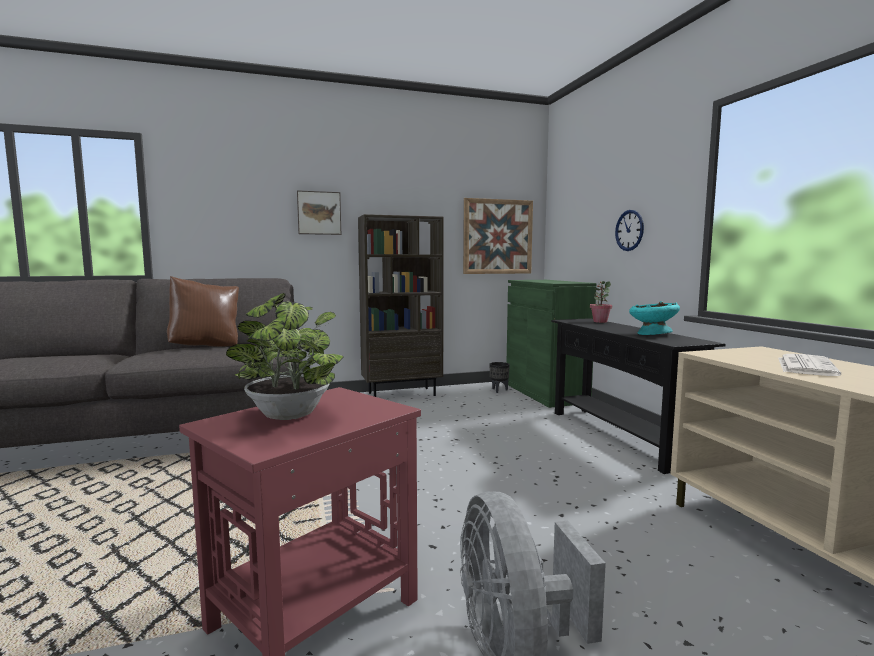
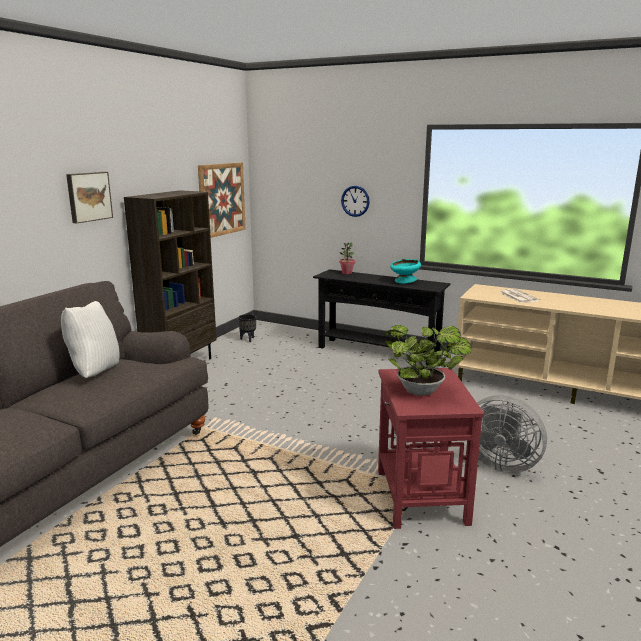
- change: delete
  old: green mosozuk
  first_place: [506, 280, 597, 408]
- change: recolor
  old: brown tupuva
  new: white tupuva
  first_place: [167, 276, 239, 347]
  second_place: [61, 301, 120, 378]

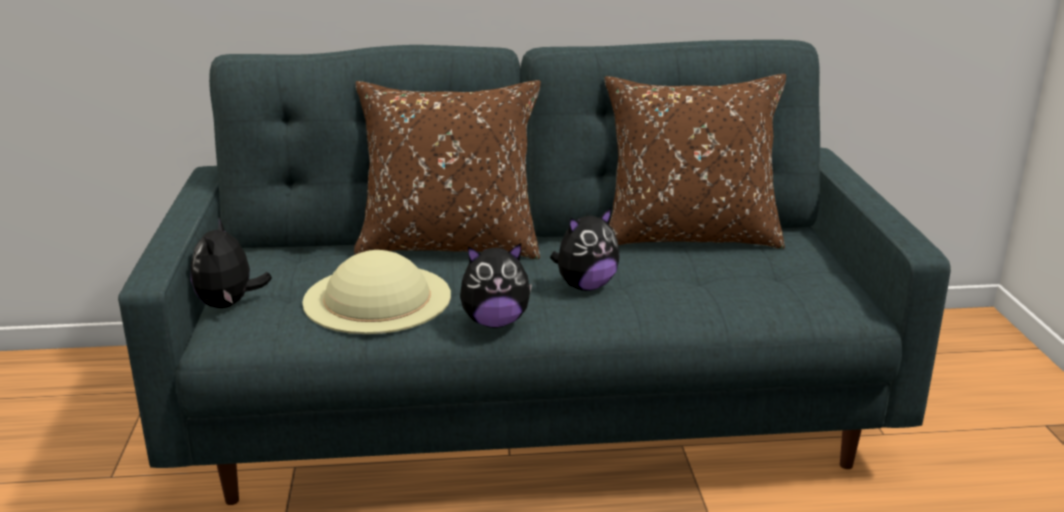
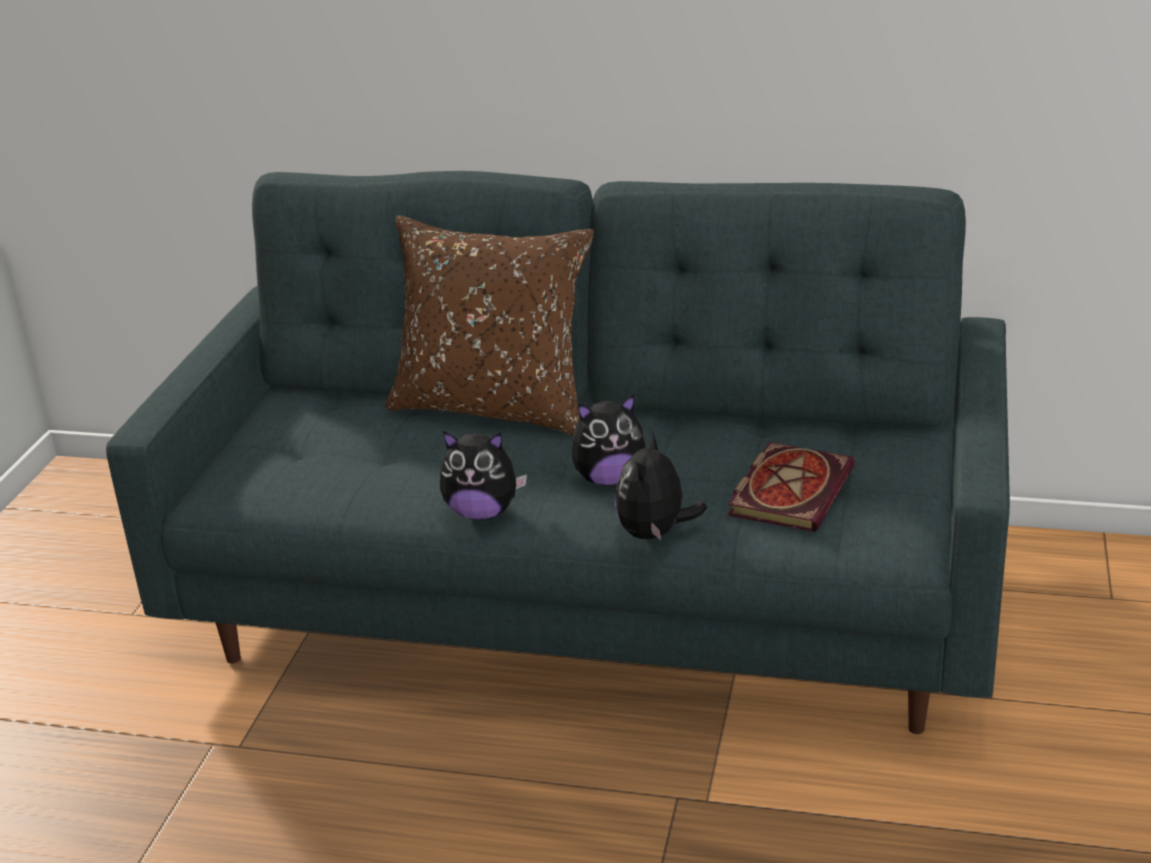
- change: delete
  old: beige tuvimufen
  first_place: [302, 250, 451, 334]
- change: delete
  old: brown tupuva
  first_place: [604, 74, 786, 249]
- change: insert
  new: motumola
  second_place: [728, 442, 855, 532]
- change: move
  old: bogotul
  first_place: [191, 216, 272, 308]
  second_place: [615, 432, 707, 540]

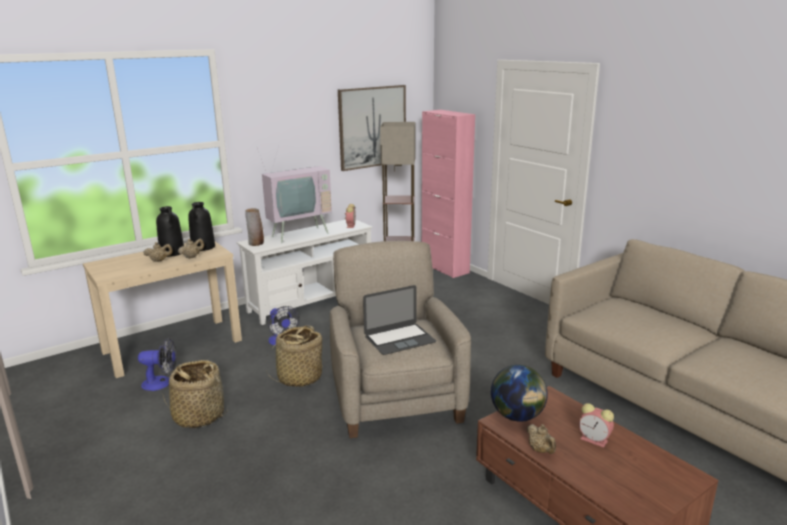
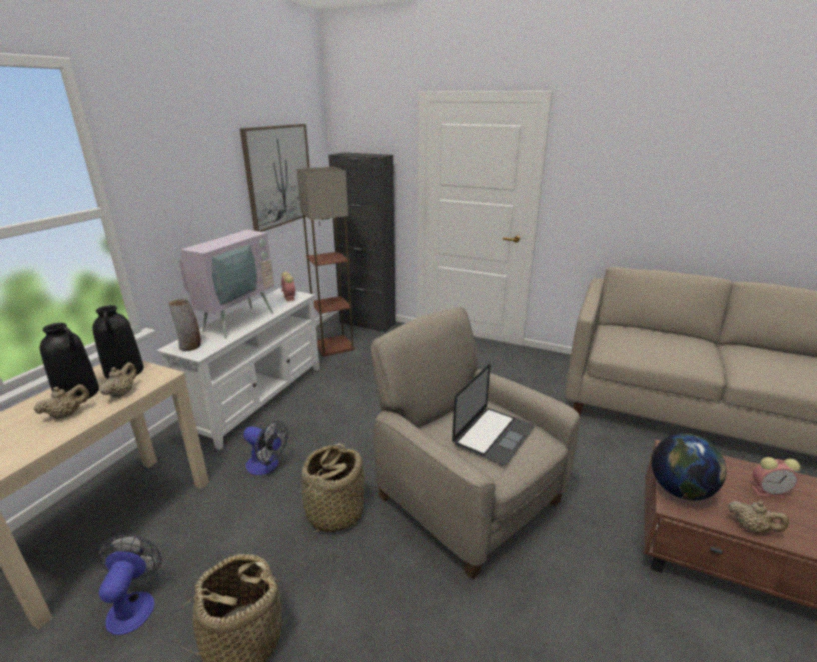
- change: recolor
  old: pink mosozuk
  new: black mosozuk
  first_place: [422, 110, 475, 278]
  second_place: [328, 152, 395, 332]
- change: rotate
  old: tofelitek
  first_place: [138, 338, 176, 391]
  second_place: [99, 535, 161, 635]
  degrees: -60

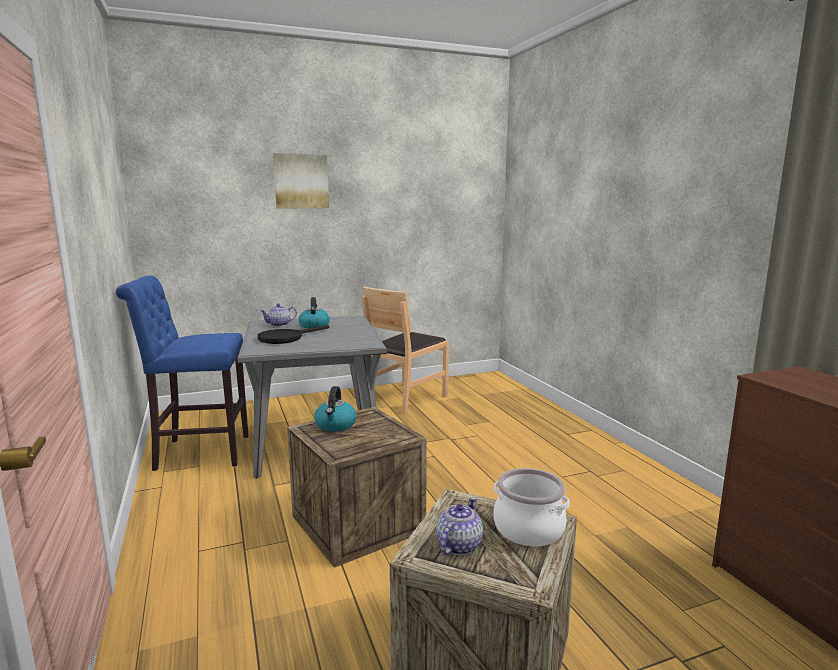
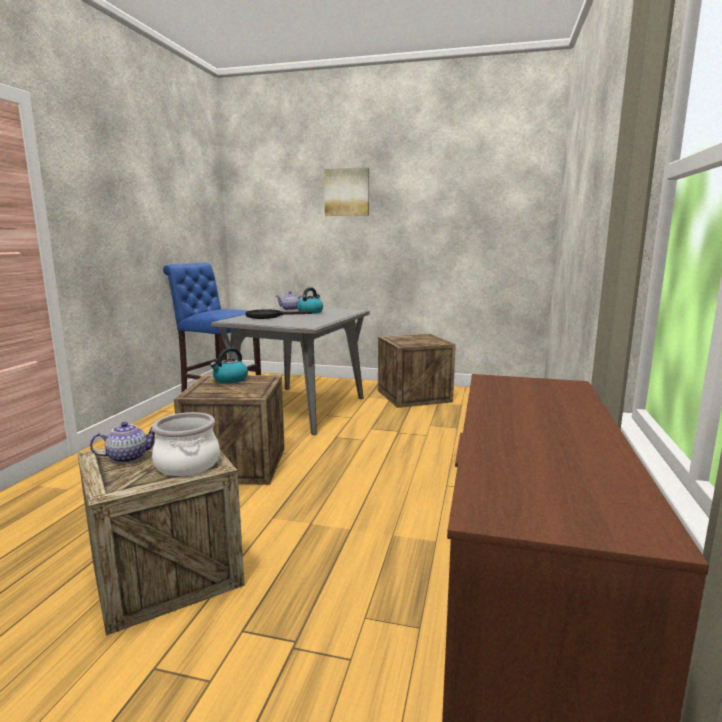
- change: replace
  old: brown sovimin
  new: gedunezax
  first_place: [362, 287, 449, 414]
  second_place: [378, 334, 456, 408]

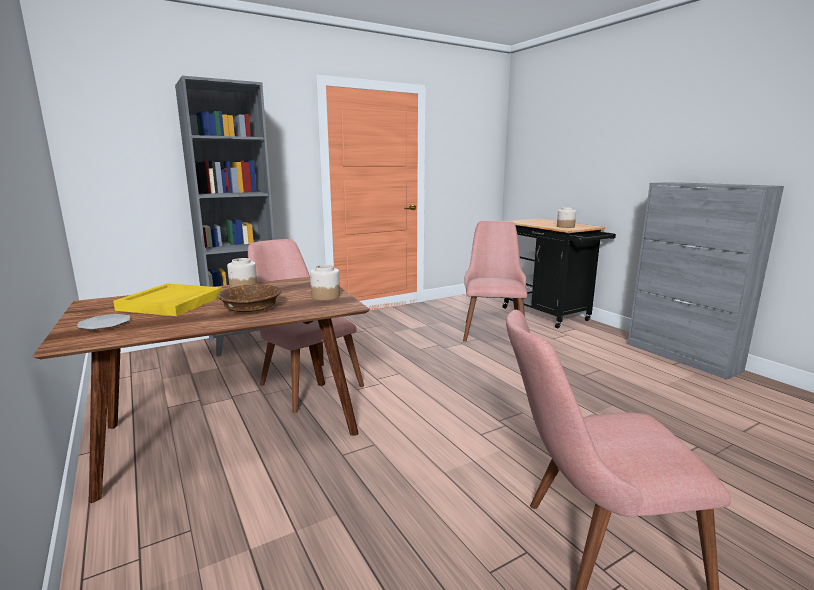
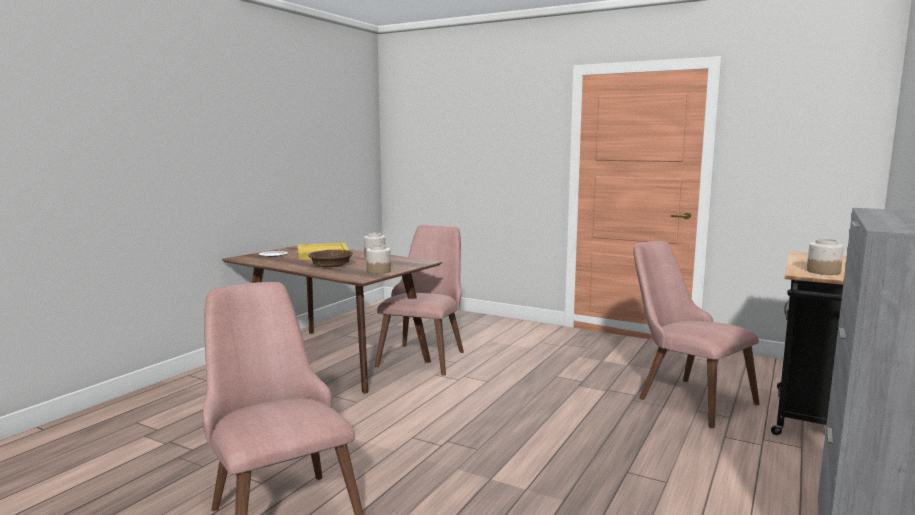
- change: delete
  old: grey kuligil
  first_place: [175, 76, 274, 357]
- change: rotate
  old: pink sovimin
  first_place: [463, 221, 527, 342]
  second_place: [633, 241, 760, 428]
  degrees: -105

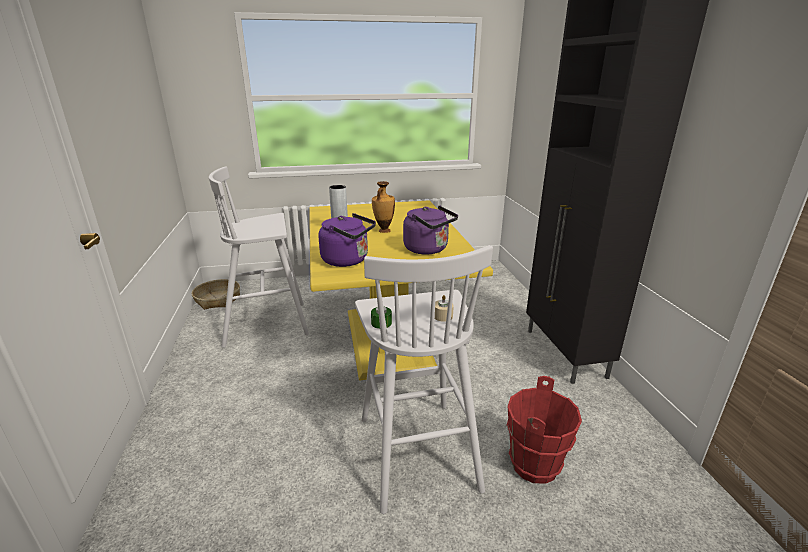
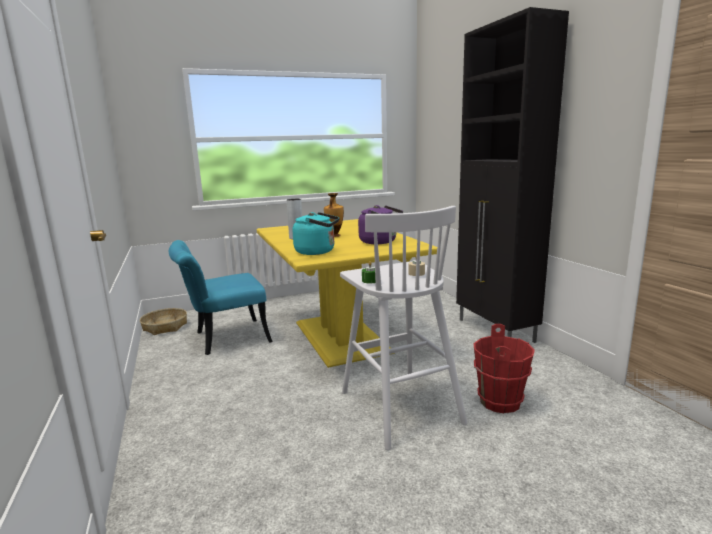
- change: replace
  old: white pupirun
  new: turquoise sovimin
  first_place: [209, 167, 309, 348]
  second_place: [169, 240, 273, 355]
- change: recolor
  old: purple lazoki
  new: turquoise lazoki
  first_place: [318, 213, 376, 267]
  second_place: [292, 212, 340, 255]

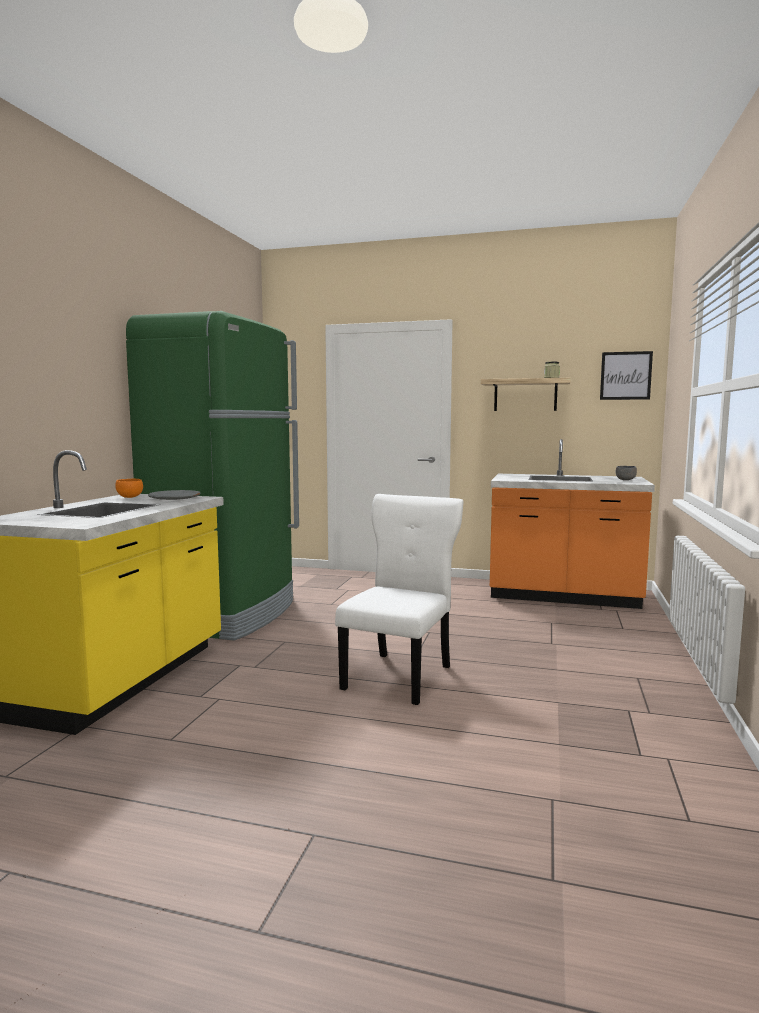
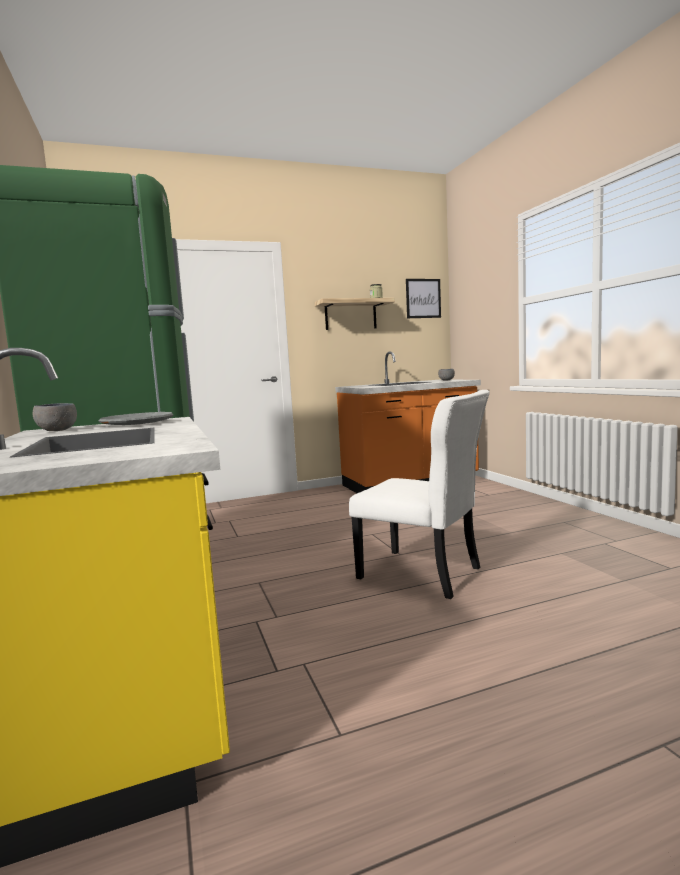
- change: recolor
  old: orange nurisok
  new: grey nurisok
  first_place: [115, 479, 143, 498]
  second_place: [33, 403, 77, 431]
- change: rotate
  old: white sovimin
  first_place: [335, 494, 464, 705]
  second_place: [349, 390, 490, 599]
  degrees: 135

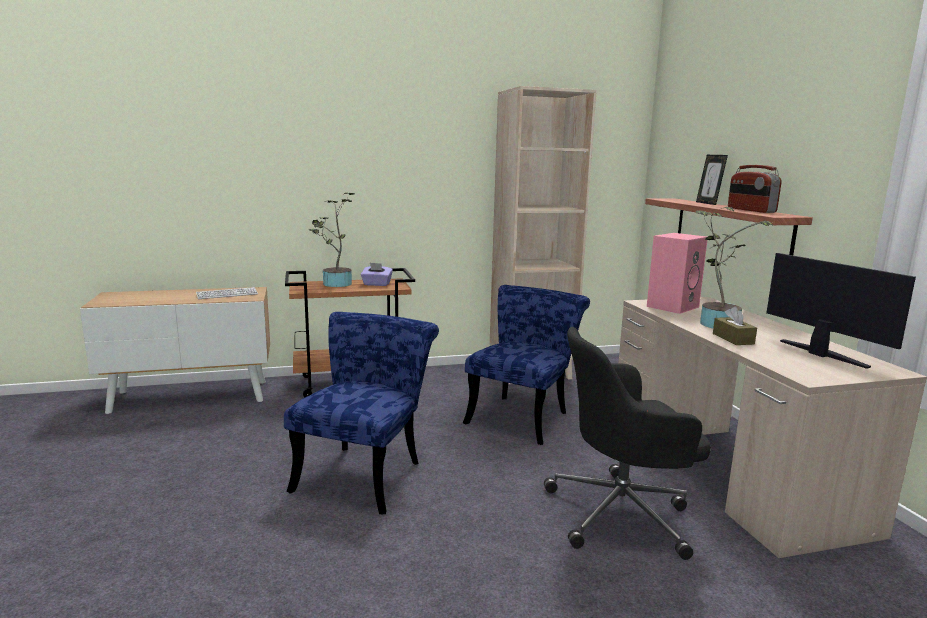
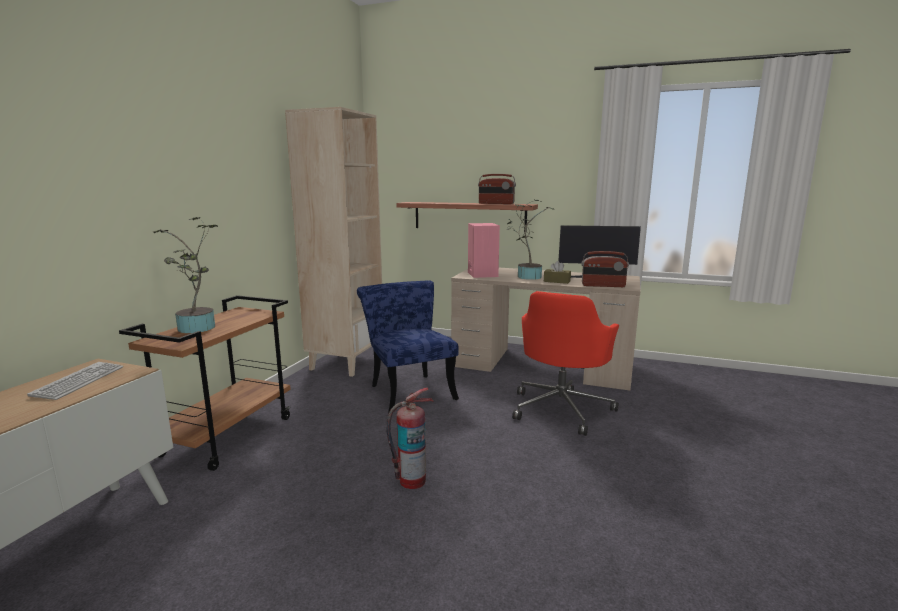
- change: delete
  old: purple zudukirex
  first_place: [361, 263, 393, 286]
- change: delete
  old: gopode
  first_place: [696, 155, 728, 205]
- change: insert
  new: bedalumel
  second_place: [582, 251, 629, 287]
- change: replace
  old: blue sovimin
  new: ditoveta
  first_place: [284, 312, 439, 515]
  second_place: [386, 388, 434, 489]
- change: recolor
  old: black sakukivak
  new: red sakukivak
  first_place: [544, 327, 711, 560]
  second_place: [512, 291, 619, 436]

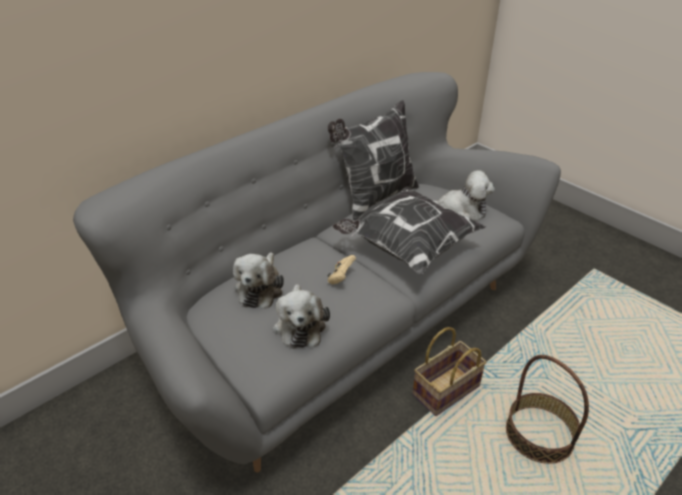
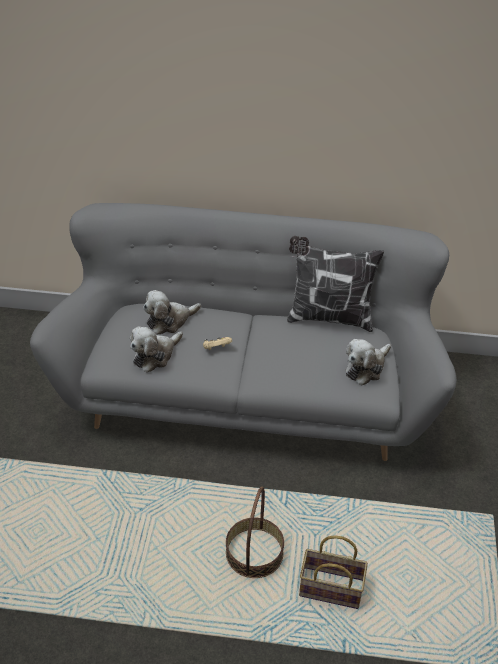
- change: delete
  old: tupuva
  first_place: [333, 186, 486, 274]
- change: move
  old: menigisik
  first_place: [413, 327, 487, 416]
  second_place: [299, 535, 368, 609]
- change: rotate
  old: bogotul
  first_place: [432, 170, 495, 220]
  second_place: [346, 339, 391, 385]
  degrees: 75

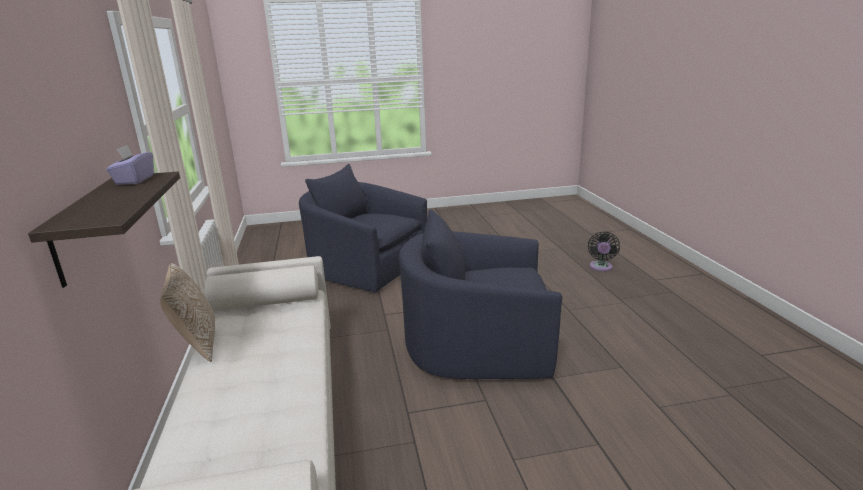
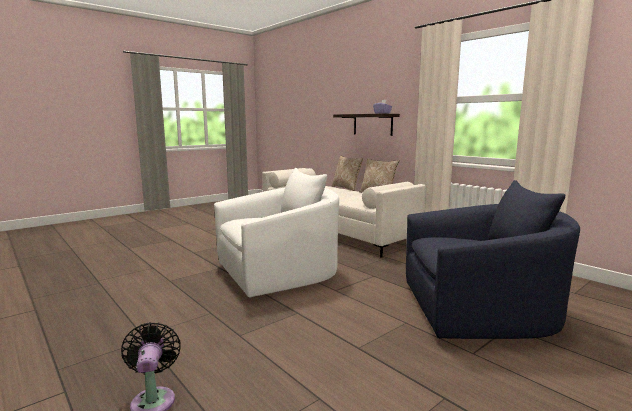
- change: insert
  new: tupuva
  second_place: [332, 156, 363, 191]
- change: recolor
  old: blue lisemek
  new: white lisemek
  first_place: [399, 209, 562, 379]
  second_place: [214, 168, 339, 297]

